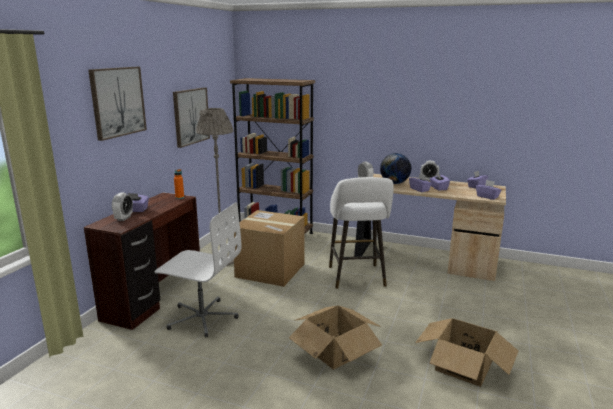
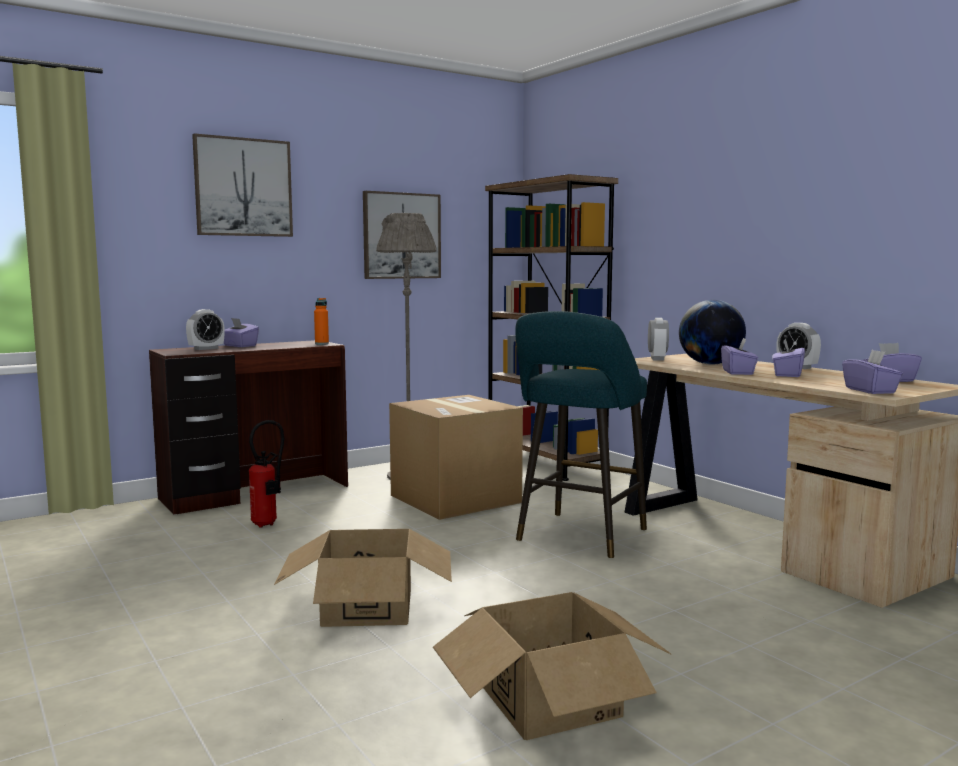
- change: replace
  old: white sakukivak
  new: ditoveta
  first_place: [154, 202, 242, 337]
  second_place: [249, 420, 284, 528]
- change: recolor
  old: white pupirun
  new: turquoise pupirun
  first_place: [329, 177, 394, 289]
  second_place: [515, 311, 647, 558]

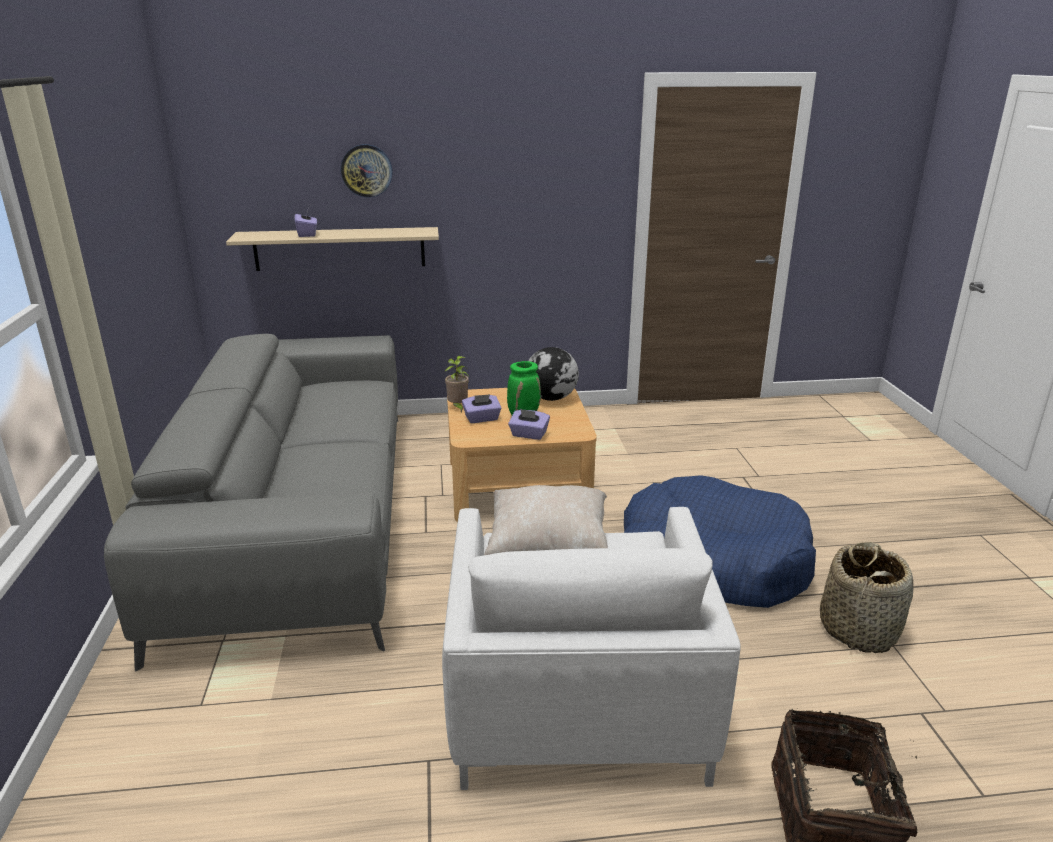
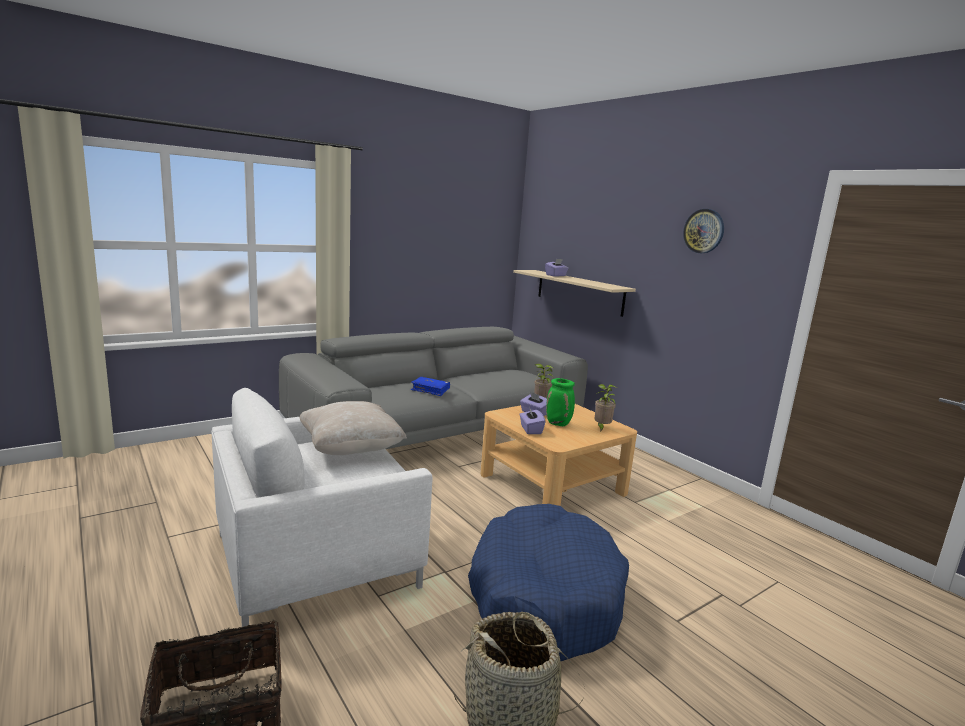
- change: insert
  new: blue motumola
  second_place: [411, 377, 450, 396]
- change: move
  old: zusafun
  first_place: [341, 144, 392, 198]
  second_place: [683, 209, 724, 253]
- change: replace
  old: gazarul
  new: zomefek
  first_place: [528, 347, 579, 401]
  second_place: [595, 384, 617, 431]

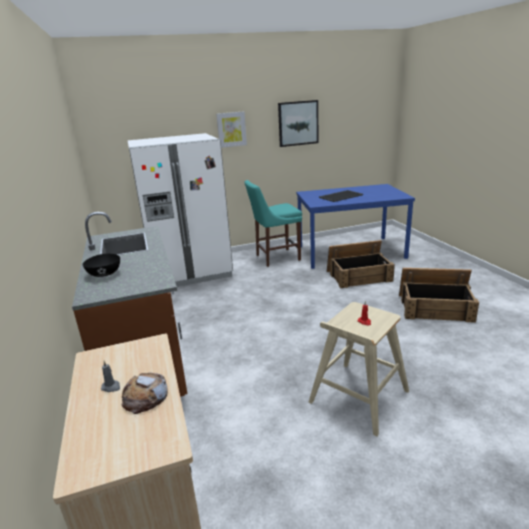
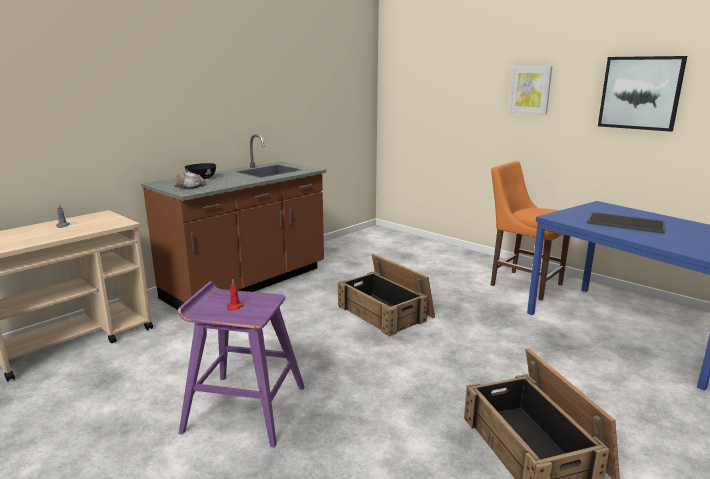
- change: delete
  old: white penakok
  first_place: [128, 133, 233, 287]
- change: move
  old: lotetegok
  first_place: [122, 372, 168, 414]
  second_place: [174, 172, 206, 189]
- change: move
  old: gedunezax
  first_place: [327, 240, 395, 288]
  second_place: [338, 254, 435, 337]
- change: recolor
  old: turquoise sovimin
  new: orange sovimin
  first_place: [244, 180, 302, 267]
  second_place: [491, 161, 570, 301]
- change: recolor
  old: beige pupirun
  new: purple pupirun
  first_place: [309, 302, 409, 436]
  second_place: [178, 281, 304, 448]

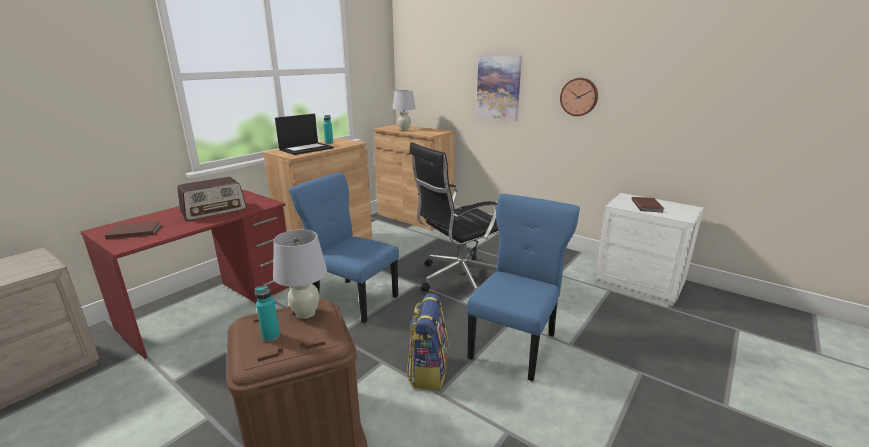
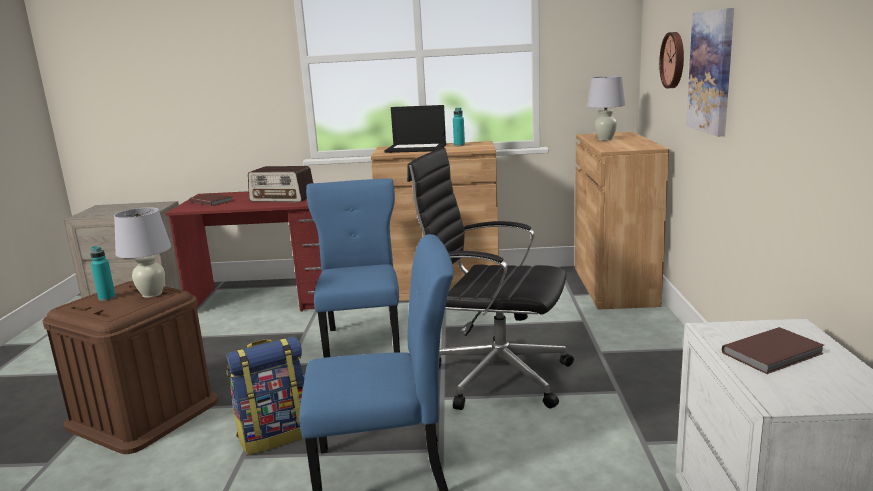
- change: move
  old: zusafun
  first_place: [560, 78, 598, 116]
  second_place: [659, 32, 684, 88]

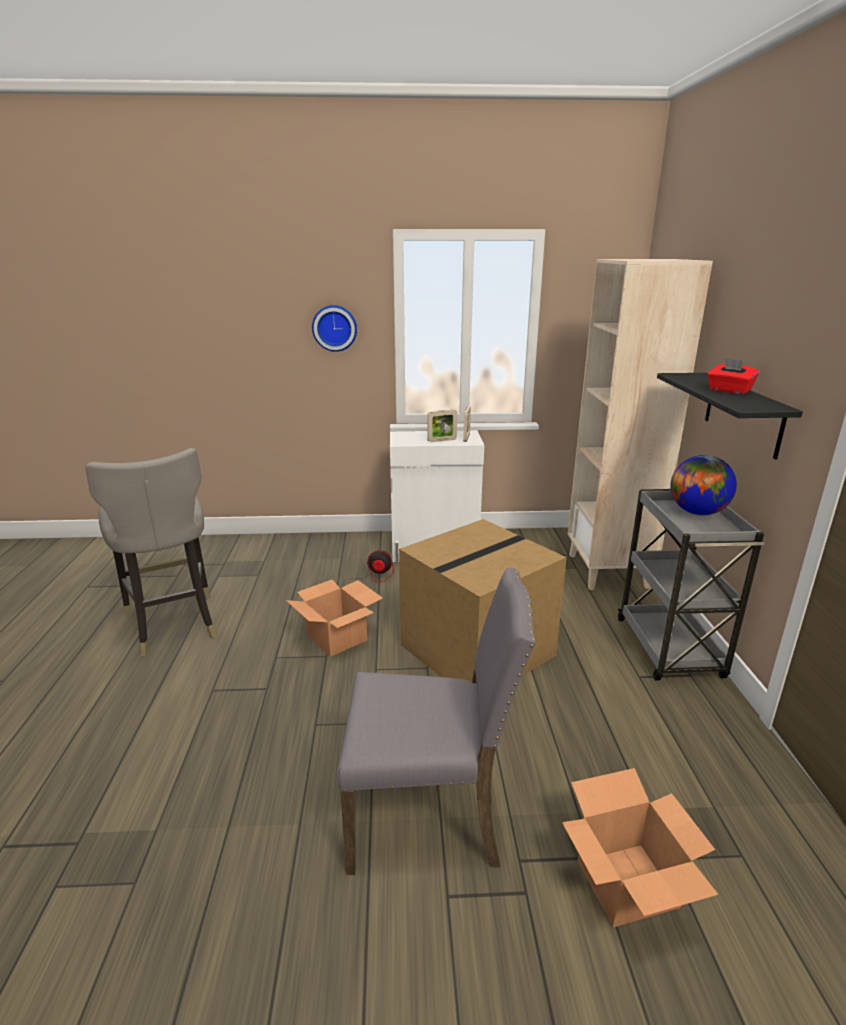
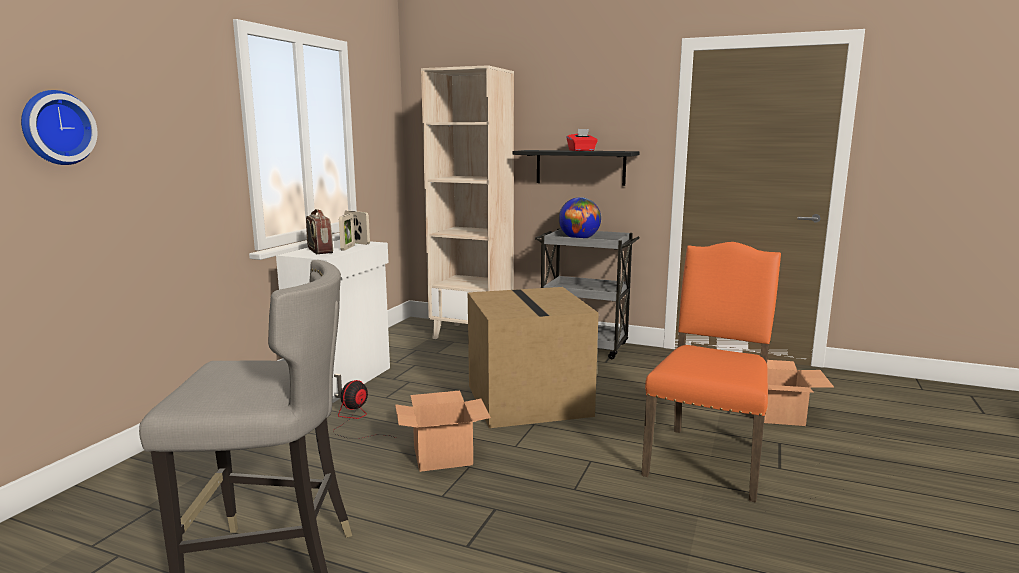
- change: insert
  new: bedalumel
  second_place: [306, 209, 333, 254]
- change: move
  old: zusafun
  first_place: [312, 305, 357, 352]
  second_place: [21, 90, 97, 165]
- change: recolor
  old: grey sovimin
  new: orange sovimin
  first_place: [336, 568, 537, 875]
  second_place: [641, 242, 781, 503]

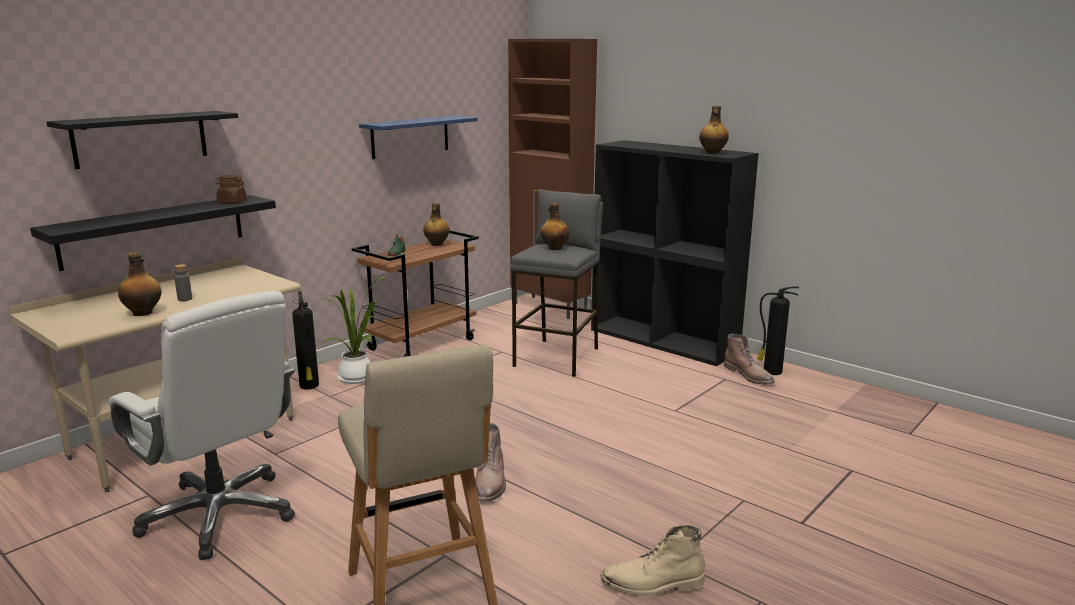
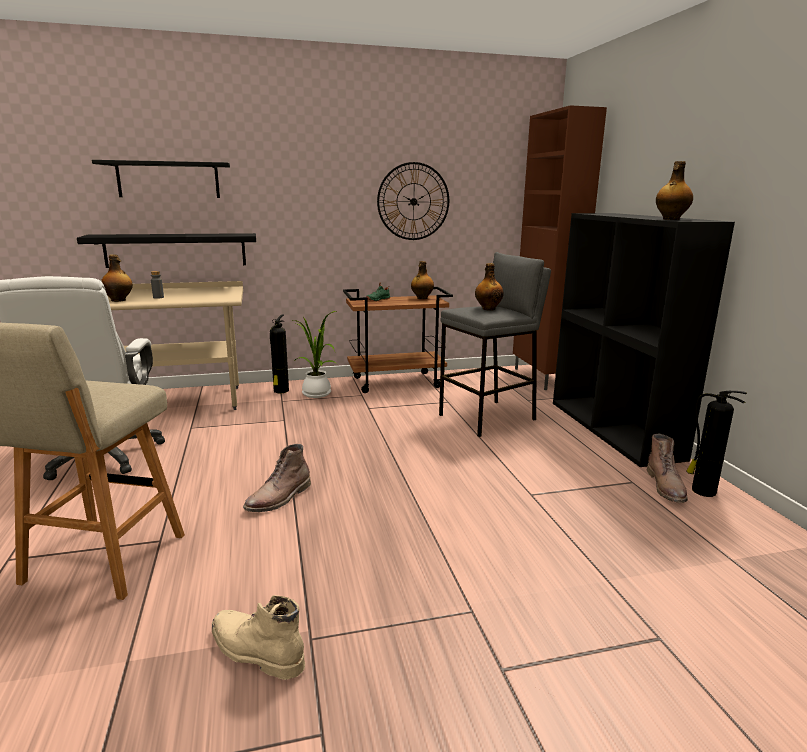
- change: delete
  old: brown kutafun
  first_place: [215, 175, 247, 204]
- change: replace
  old: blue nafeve
  new: zusafun
  first_place: [359, 116, 478, 159]
  second_place: [377, 162, 449, 240]

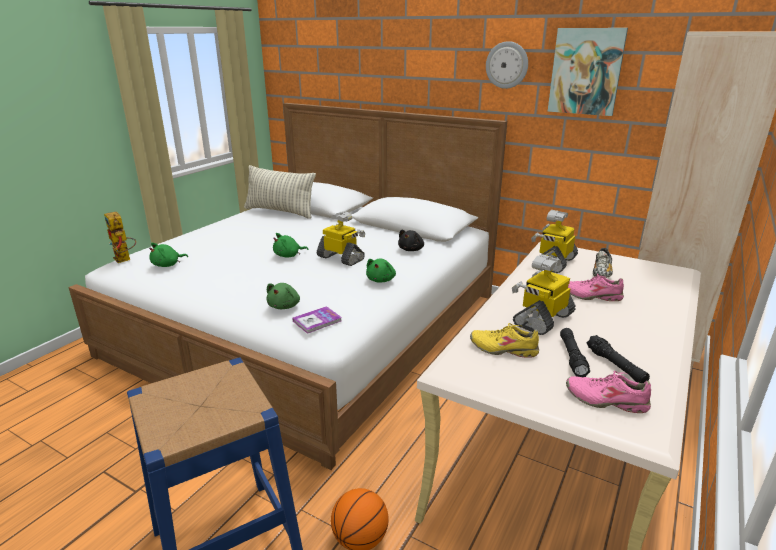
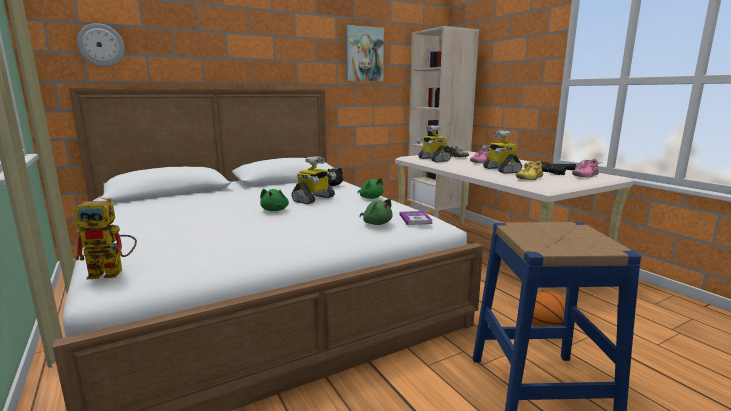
- change: delete
  old: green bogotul
  first_place: [149, 243, 188, 267]
- change: delete
  old: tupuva
  first_place: [244, 165, 316, 219]
- change: move
  old: zusafun
  first_place: [486, 41, 528, 89]
  second_place: [77, 23, 125, 67]
- change: rotate
  old: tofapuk
  first_place: [317, 211, 365, 266]
  second_place: [291, 156, 336, 204]
  degrees: 150

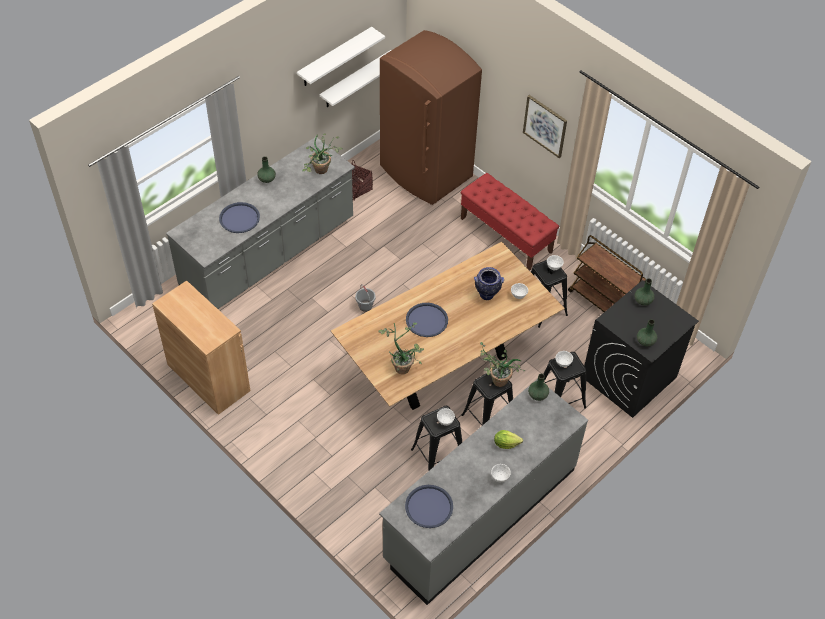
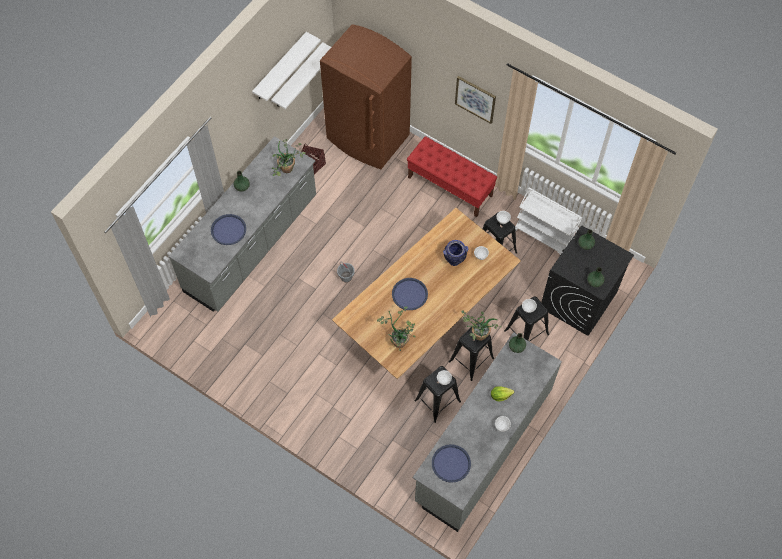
- change: delete
  old: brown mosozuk
  first_place: [152, 280, 250, 415]
- change: recolor
  old: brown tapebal
  new: white tapebal
  first_place: [568, 235, 646, 312]
  second_place: [515, 188, 582, 255]

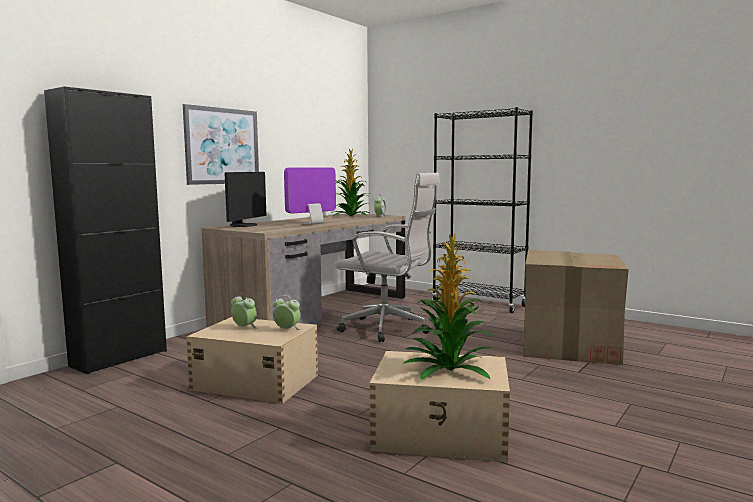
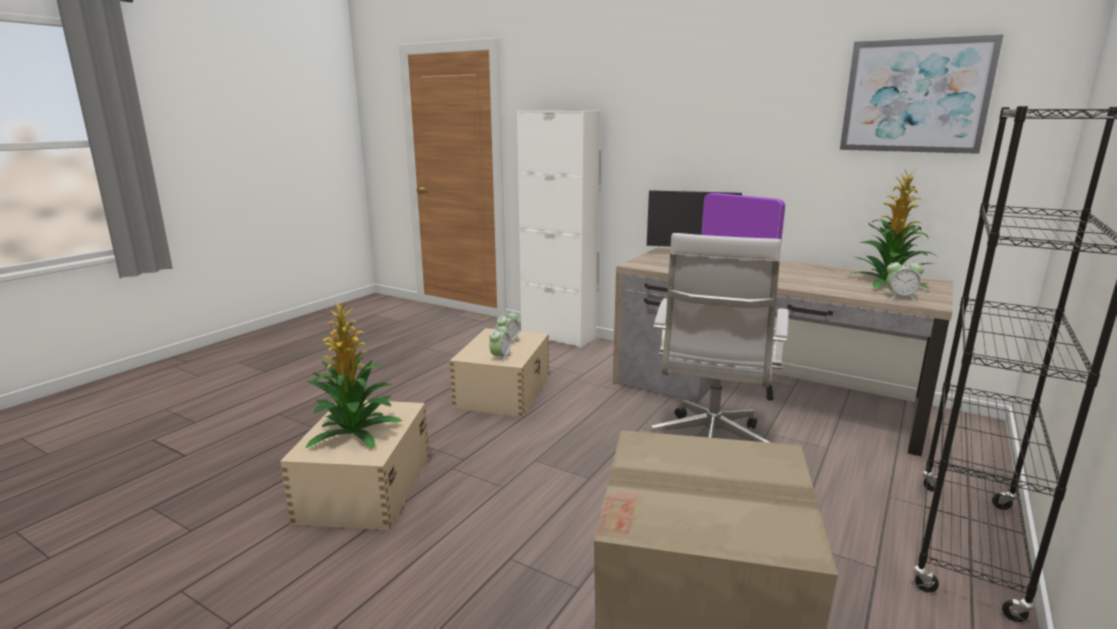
- change: move
  old: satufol
  first_place: [183, 104, 259, 185]
  second_place: [840, 34, 1004, 154]
- change: recolor
  old: black mosozuk
  new: white mosozuk
  first_place: [44, 86, 167, 375]
  second_place: [517, 111, 600, 348]

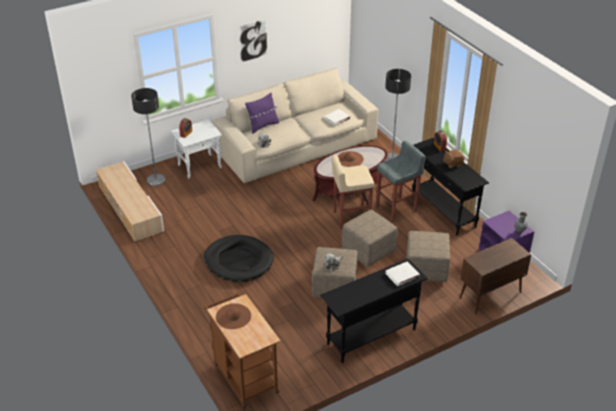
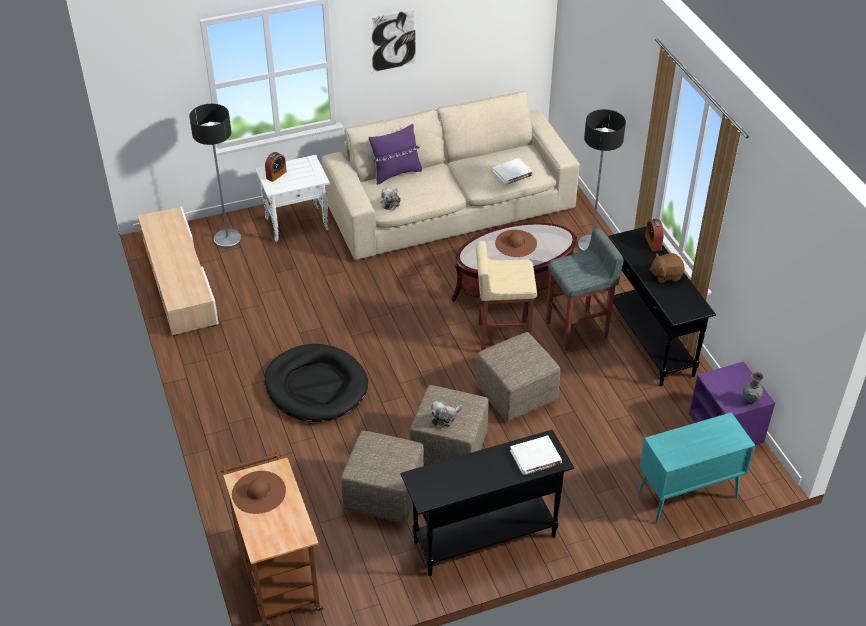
- change: move
  old: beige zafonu
  first_place: [407, 231, 450, 282]
  second_place: [341, 431, 424, 524]
- change: recolor
  old: brown mosozuk
  new: turquoise mosozuk
  first_place: [460, 238, 531, 314]
  second_place: [638, 412, 756, 524]

